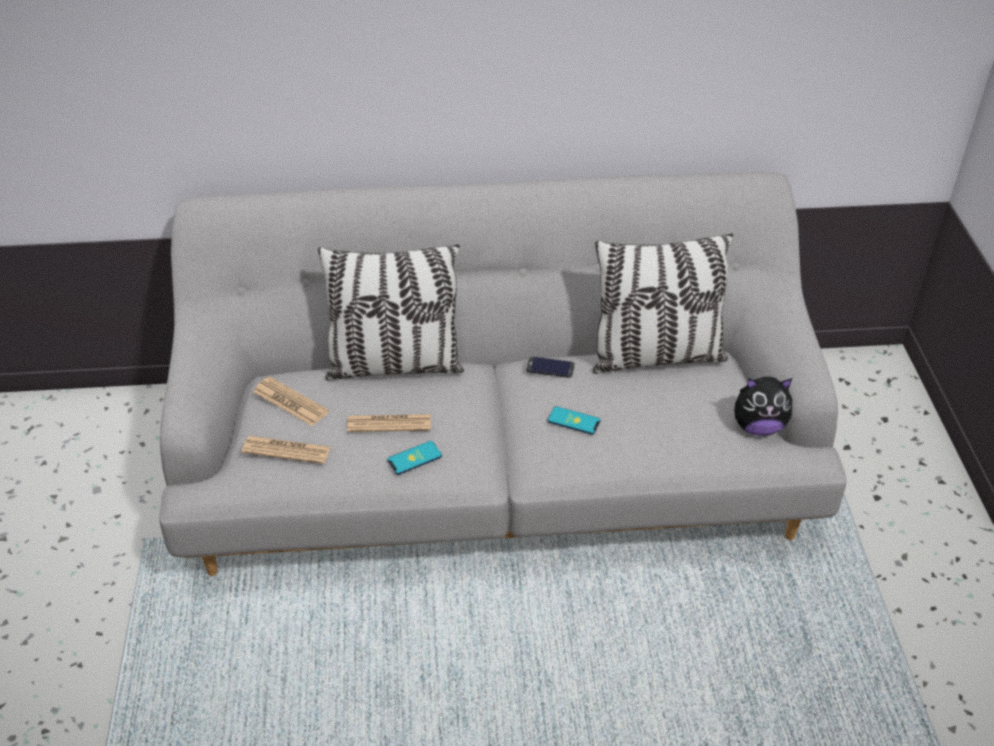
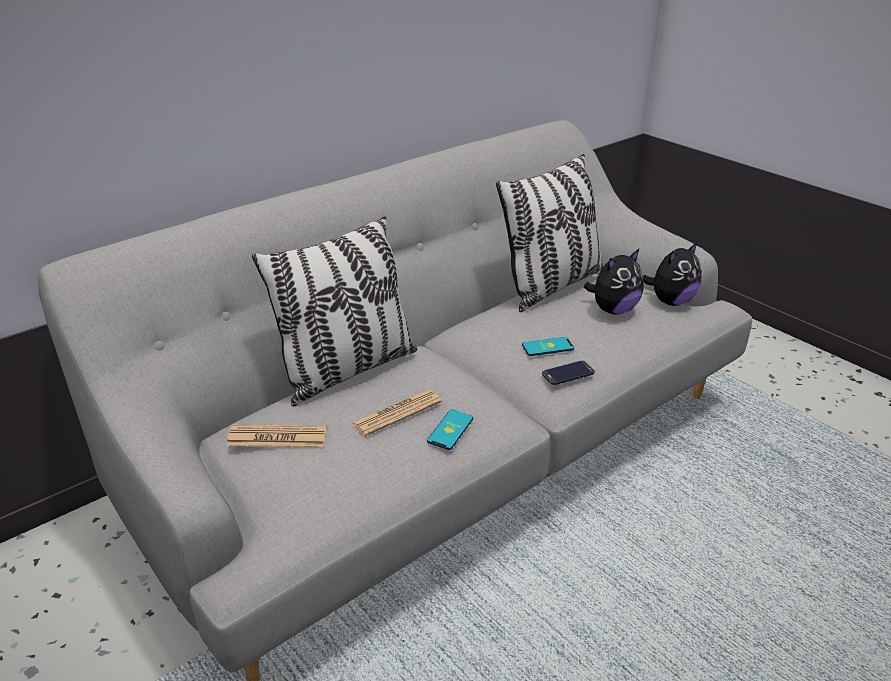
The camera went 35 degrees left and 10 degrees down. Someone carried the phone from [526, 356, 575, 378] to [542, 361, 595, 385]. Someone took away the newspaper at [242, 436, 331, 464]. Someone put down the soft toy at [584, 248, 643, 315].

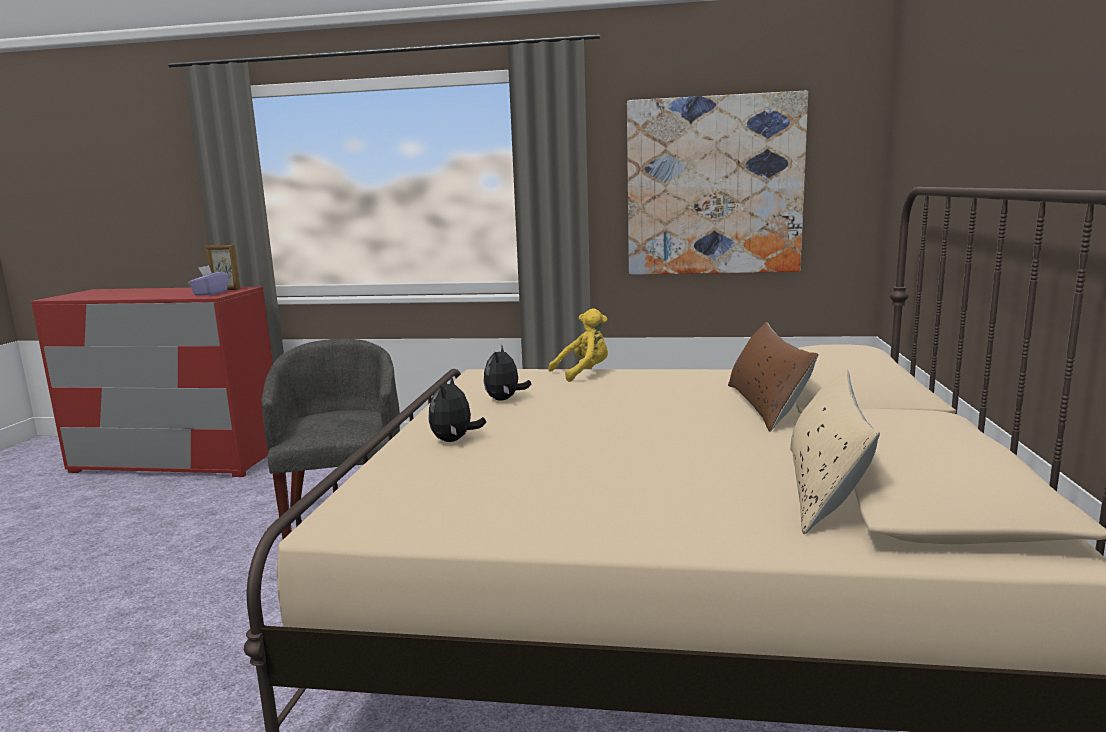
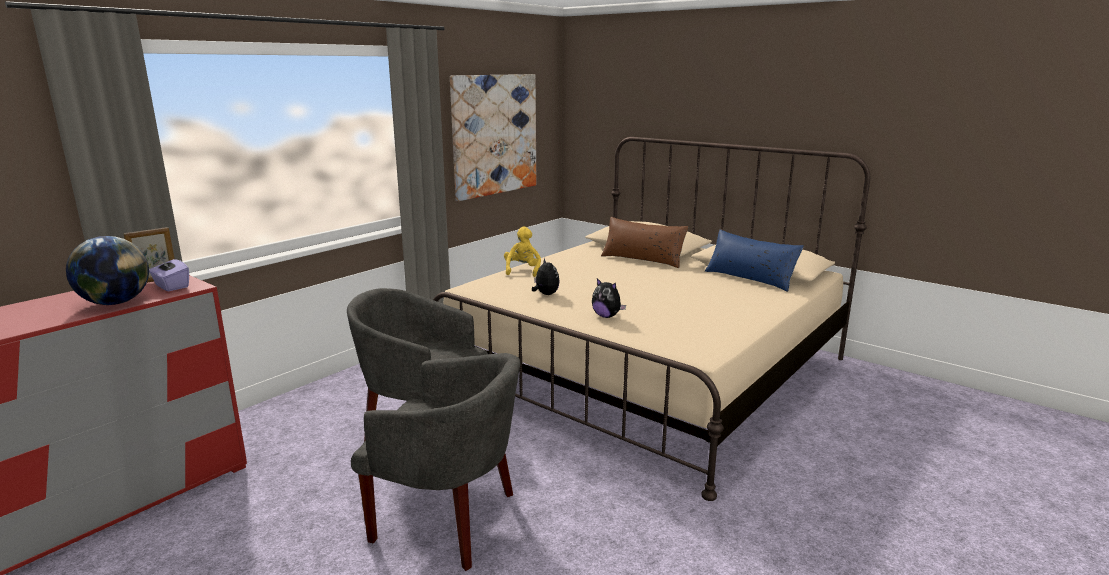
The camera went 60 degrees left and 5 degrees up. Someone rotated the soft toy at [483, 345, 531, 400] by 150 degrees counterclockwise. Someone repainted the cushion (beige-coloured) at [790, 370, 880, 534], which became the cushion (bluish) at [705, 230, 804, 292]. Someone put down the world globe at [66, 236, 149, 305]. Someone put down the easy chair (gray) at [351, 353, 521, 571].

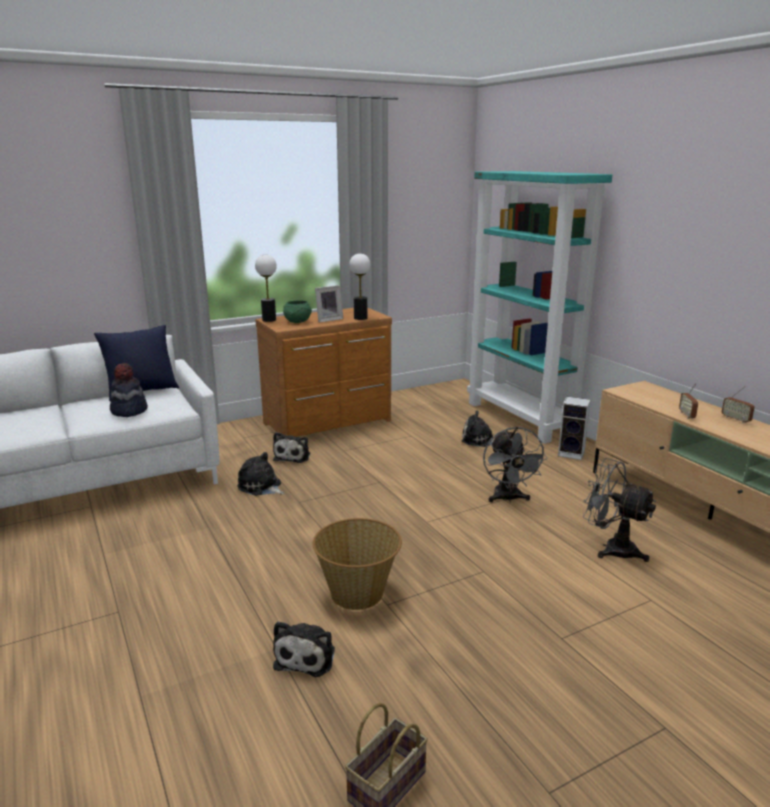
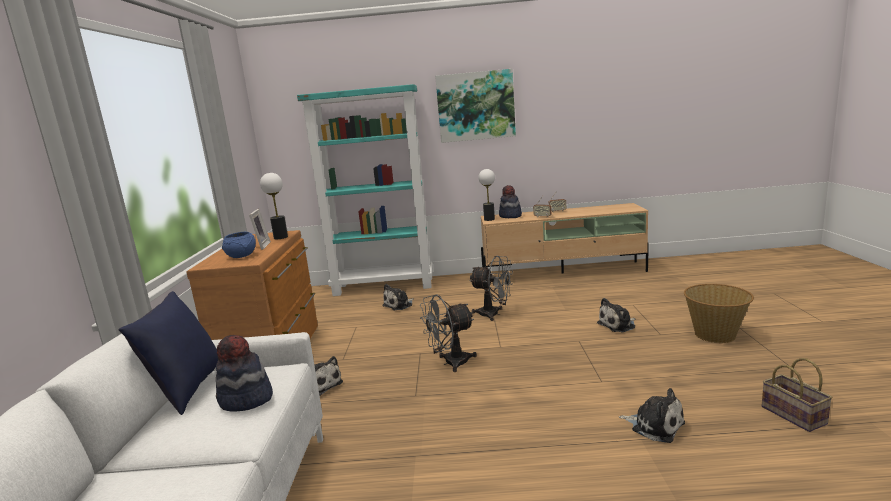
The camera went 60 degrees left and 5 degrees down. Someone carried the tabletop lamp from [255, 255, 277, 322] to [478, 169, 495, 221]. Someone repainted the bowl (green-coloured) at [283, 300, 312, 323], which became the bowl (bluish) at [222, 232, 256, 258]. Someone took away the speaker at [558, 397, 591, 460]. Someone carried the soft toy from [237, 452, 284, 496] to [597, 298, 635, 332]. Someone carried the fan (gray) from [583, 458, 656, 562] to [420, 294, 477, 372]. Someone carried the basket from [313, 518, 402, 610] to [684, 284, 754, 343]. Someone put up the wall picture at [435, 69, 516, 143]. Someone put down the wearable hat at [499, 185, 522, 218].

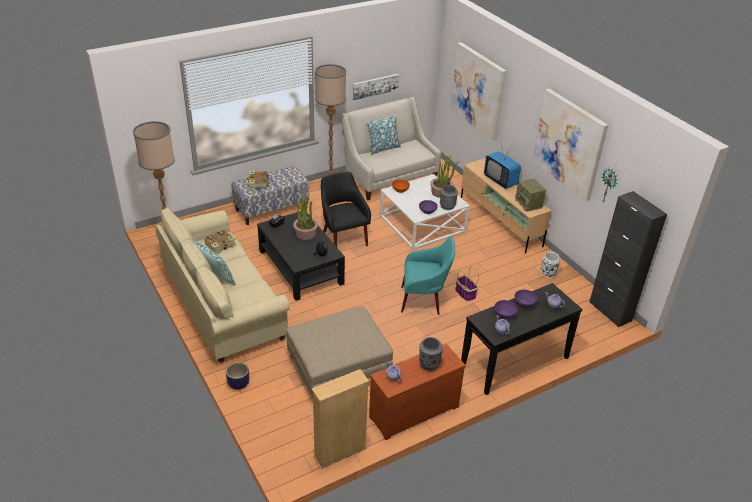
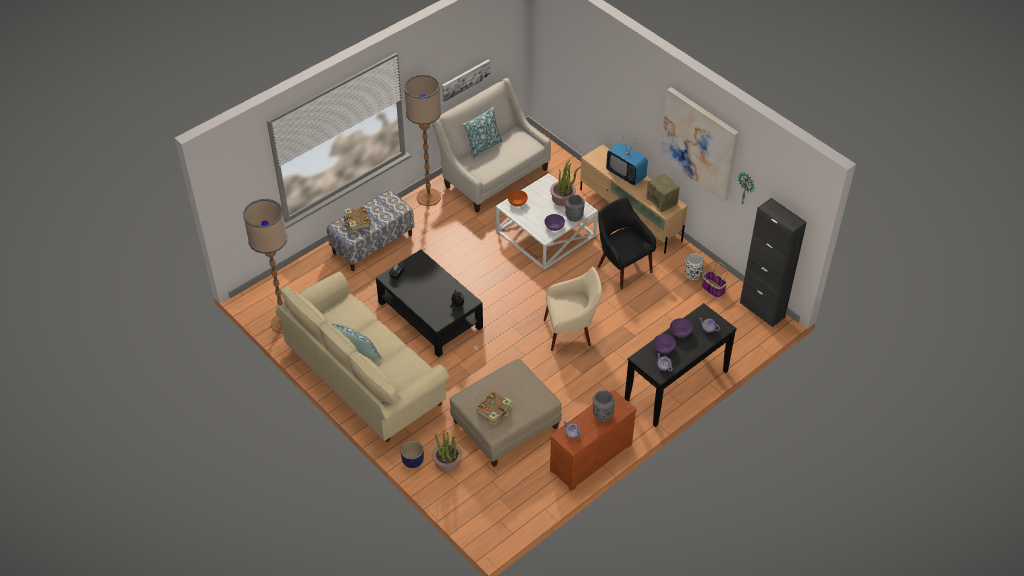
The camera went 10 degrees left and 10 degrees up. Someone took away the wall picture at [451, 42, 506, 141]. Someone carried the easy chair (blackish) from [321, 172, 371, 247] to [598, 197, 656, 290]. Someone carried the houseplant from [293, 197, 318, 240] to [433, 430, 462, 472]. Someone carried the book from [204, 230, 237, 254] to [477, 391, 512, 425]. Someone repainted the easy chair (turquoise-coloured) at [401, 237, 455, 315], which became the easy chair (beige-coloured) at [544, 267, 602, 351]. Someone carried the basket from [455, 266, 479, 301] to [702, 262, 727, 298]. Someone took away the shelving unit (beige-coloured) at [311, 369, 369, 469].

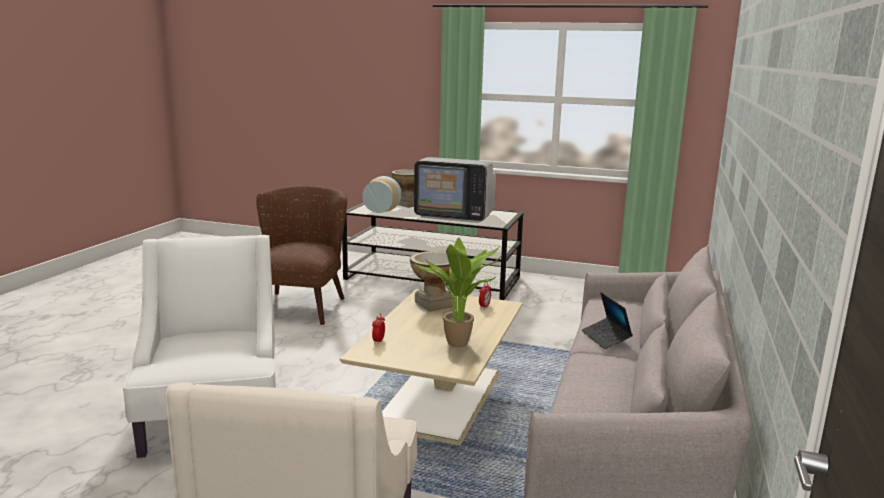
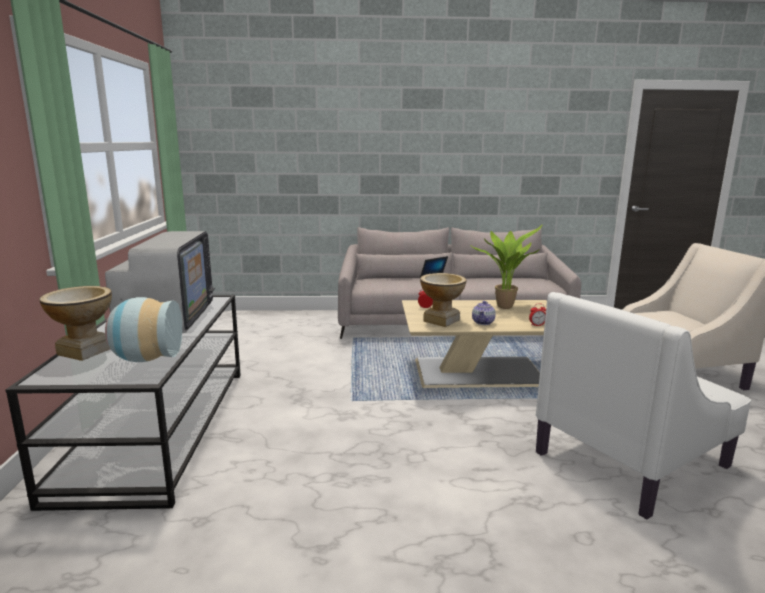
The camera went 110 degrees left and 0 degrees up. Someone took away the easy chair (brownish) at [256, 186, 347, 325]. Someone put down the teapot at [472, 301, 496, 325].

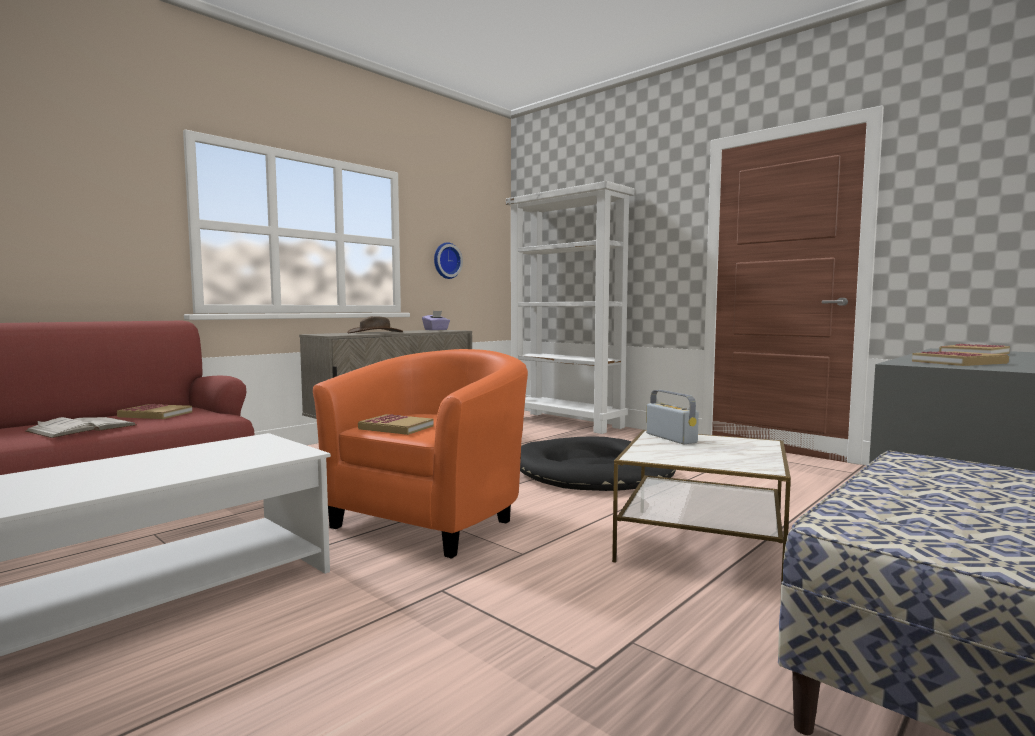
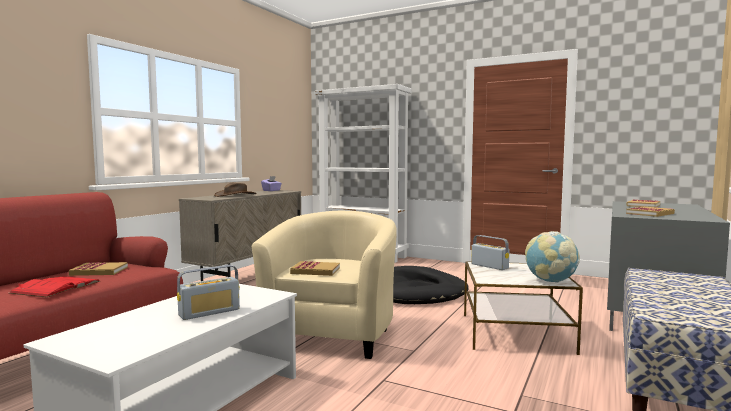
The camera went 15 degrees left and 0 degrees up. Someone took away the hanging clock at [434, 242, 463, 279]. Someone repainted the easy chair (orange) at [313, 349, 528, 559], which became the easy chair (beige-coloured) at [252, 211, 397, 359]. Someone repainted the book (whitish) at [25, 417, 137, 438], which became the book (reddish) at [9, 276, 100, 297]. Someone put down the world globe at [525, 231, 580, 283]. Someone put down the radio at [177, 265, 240, 320].

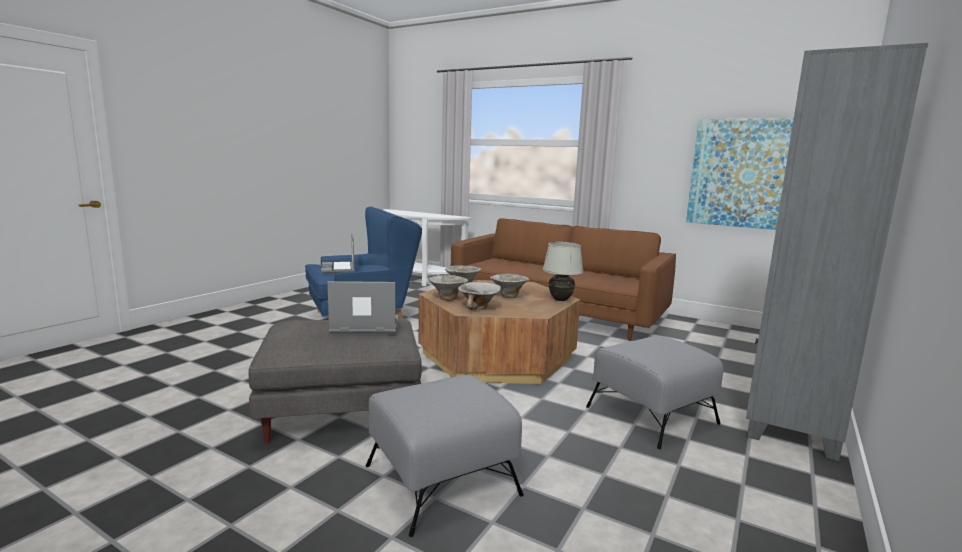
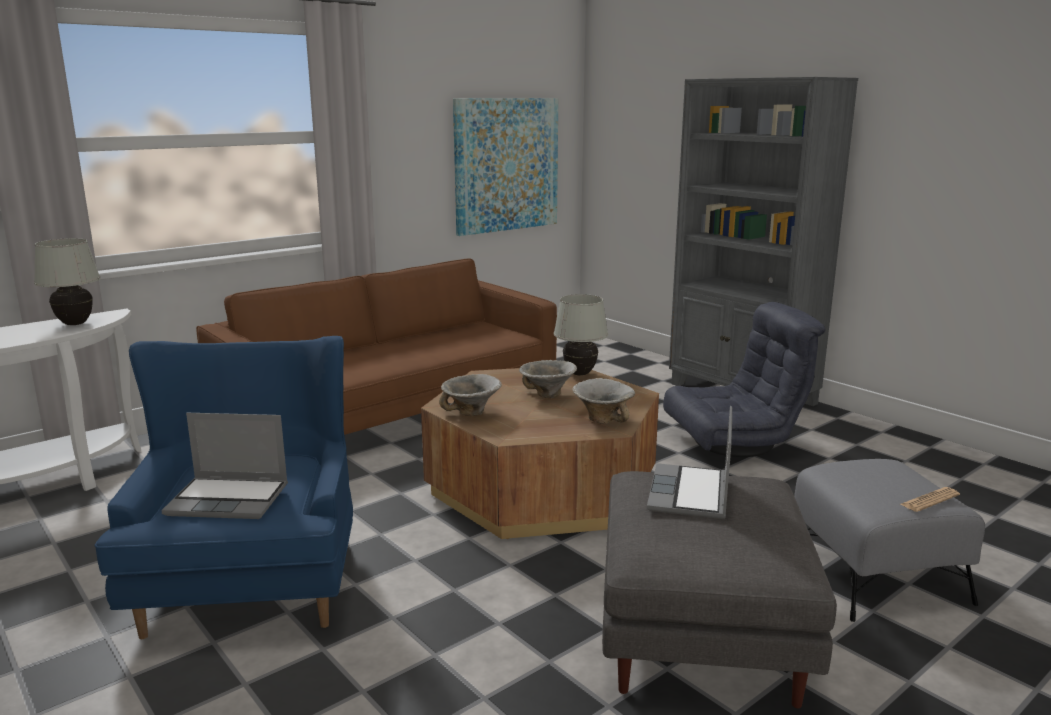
The camera went 70 degrees left and 5 degrees up. Someone took away the bowl at [428, 275, 468, 301]. Someone swapped the pouffe (gray) at [586, 336, 723, 449] for the easy chair (gray) at [663, 302, 826, 457]. Someone put down the tabletop lamp (whitish) at [34, 238, 101, 325]. Someone put down the newspaper at [900, 487, 960, 512].

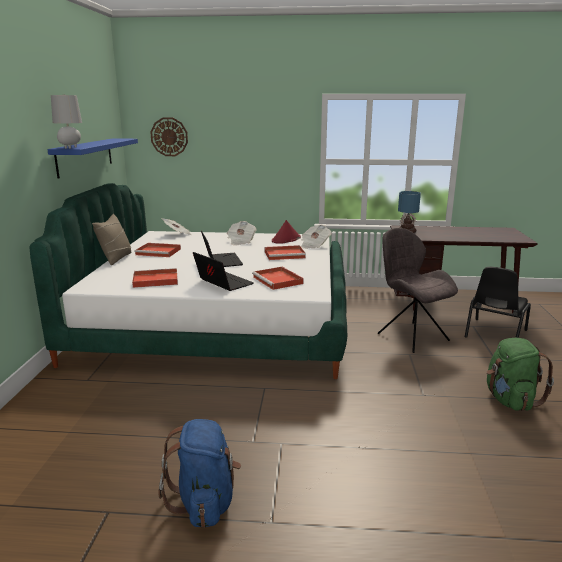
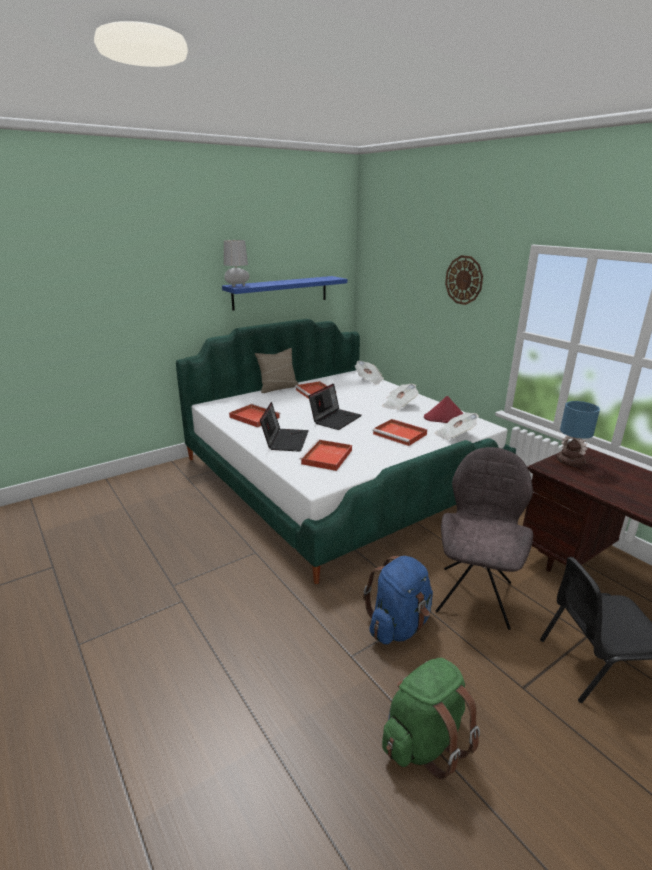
The camera went 50 degrees right and 5 degrees up. Someone carried the hanging clock from [150, 117, 188, 156] to [445, 255, 483, 305]. Someone carried the knapsack (bluish) from [158, 419, 241, 528] to [363, 556, 433, 644].

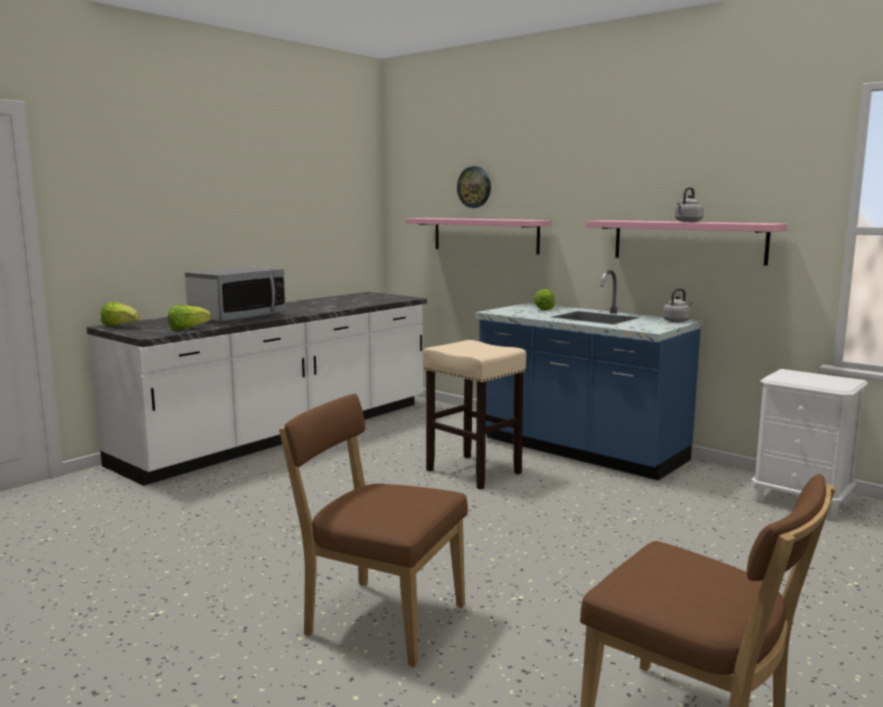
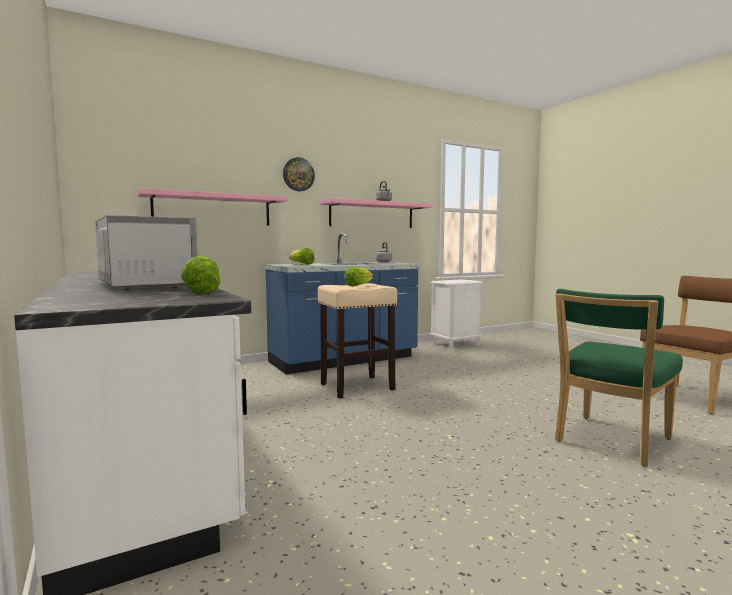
The camera went 70 degrees left and 5 degrees down. Someone carried the hanging clock from [457, 166, 491, 208] to [283, 157, 315, 192]. Someone carried the head of lettuce from [101, 302, 140, 326] to [344, 266, 373, 287]. Someone repainted the plain chair (brownish) at [279, 394, 468, 667], which became the plain chair (green-coloured) at [555, 289, 683, 467].

